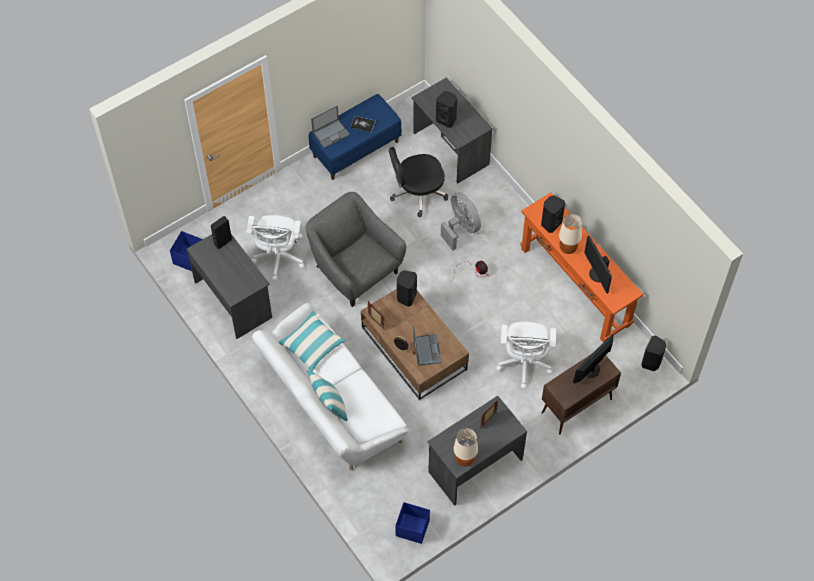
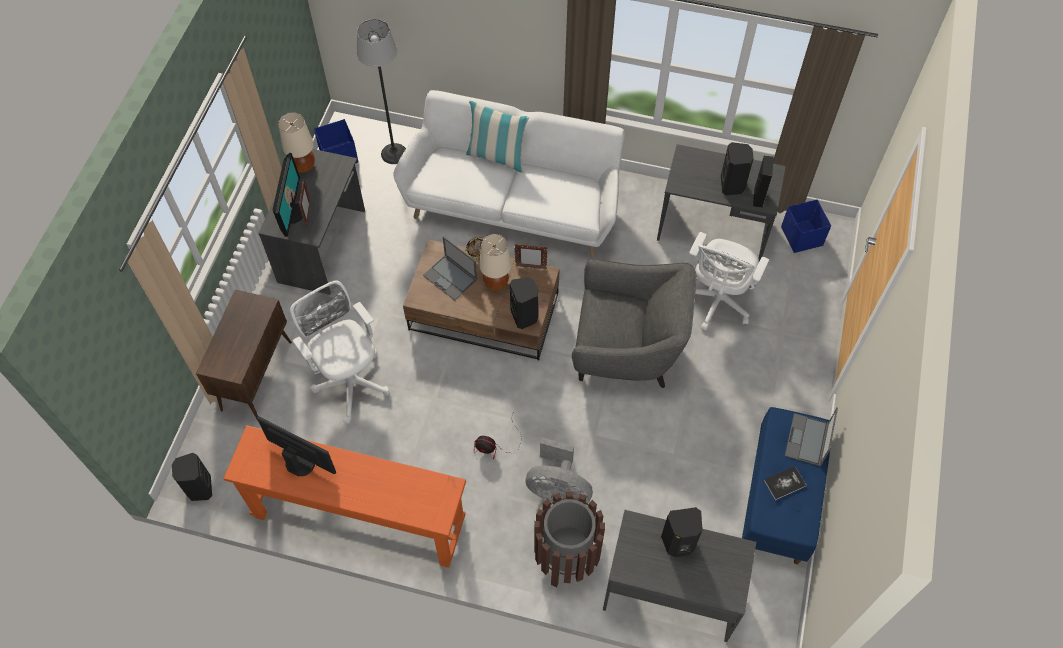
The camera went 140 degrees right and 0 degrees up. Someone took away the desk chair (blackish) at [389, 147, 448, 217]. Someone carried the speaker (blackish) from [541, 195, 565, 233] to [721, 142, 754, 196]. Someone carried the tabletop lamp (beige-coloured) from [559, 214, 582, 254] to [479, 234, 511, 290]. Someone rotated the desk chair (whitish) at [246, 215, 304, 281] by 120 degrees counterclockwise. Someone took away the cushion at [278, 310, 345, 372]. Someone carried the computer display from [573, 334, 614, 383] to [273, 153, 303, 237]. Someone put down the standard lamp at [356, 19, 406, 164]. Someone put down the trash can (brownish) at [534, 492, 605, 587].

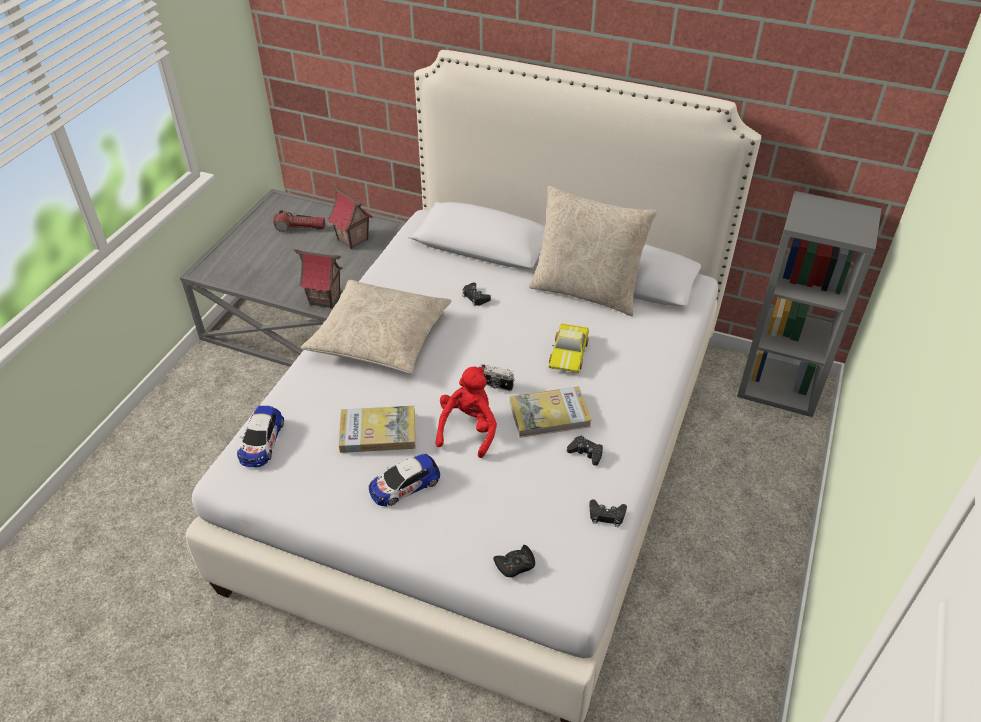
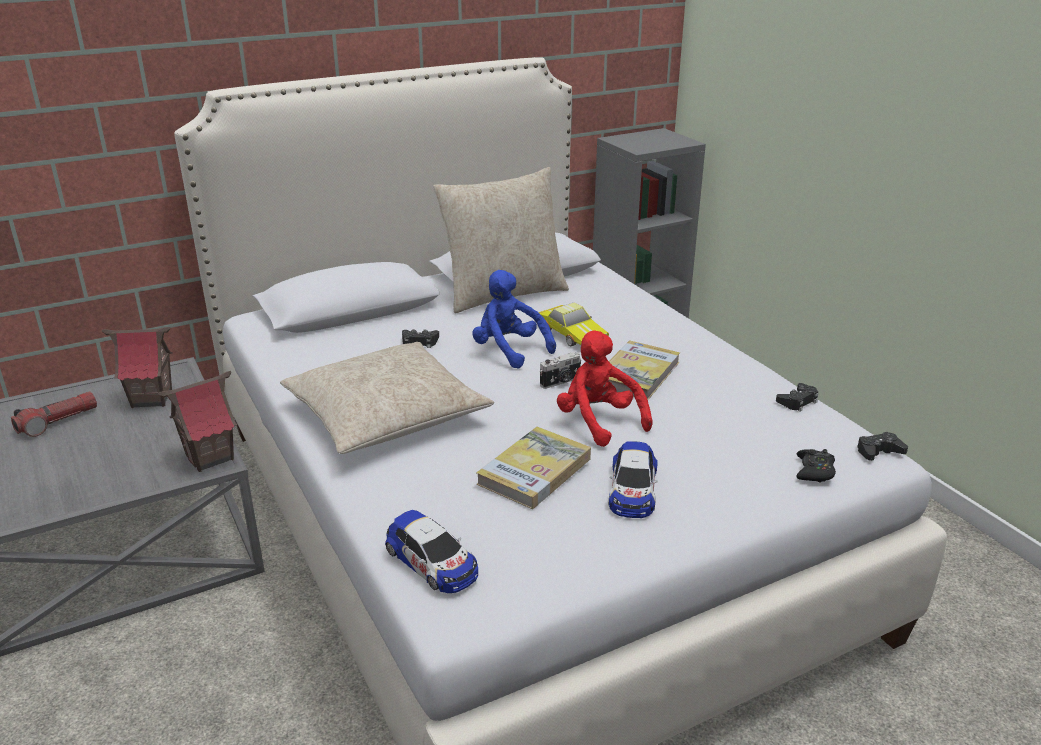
The camera went 50 degrees left and 15 degrees down. Someone carried the game controller (blackish) from [567, 436, 603, 466] to [857, 432, 908, 461]. Someone put down the soft toy (bluish) at [472, 270, 556, 369].

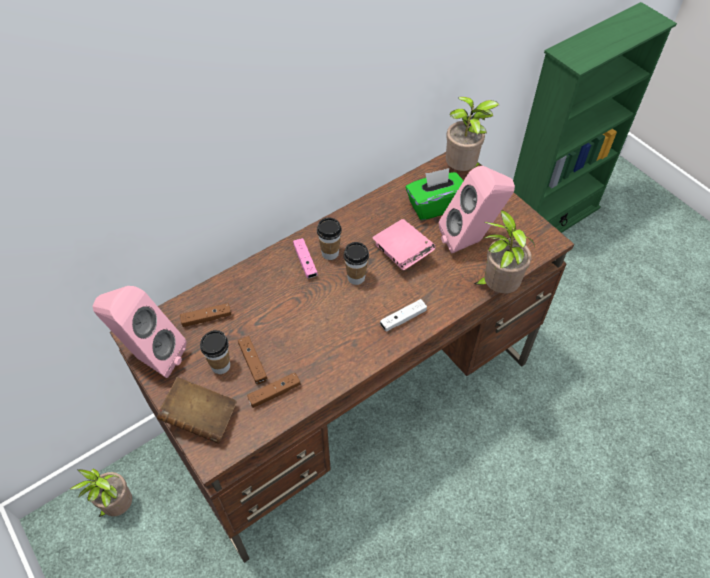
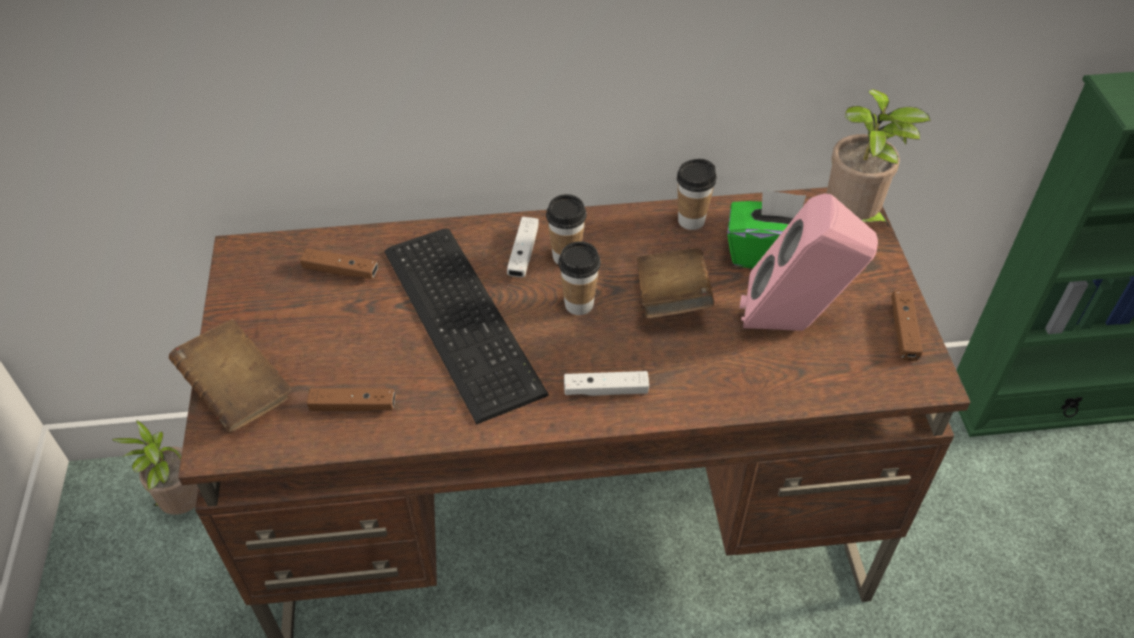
The camera went 30 degrees right and 5 degrees down. Someone took away the houseplant at [474, 210, 535, 293]. Someone repainted the book (pinkish) at [372, 219, 435, 270], which became the book (brownish) at [637, 248, 714, 319]. Someone repainted the game controller (pinkish) at [293, 238, 318, 278], which became the game controller (whitish) at [507, 217, 539, 277]. Someone took away the speaker (pinkish) at [93, 286, 186, 378]. Someone carried the drinking cup from [200, 330, 230, 374] to [677, 159, 717, 230]. Someone carried the game controller (brownish) from [238, 336, 267, 384] to [891, 291, 923, 361]. Someone put down the keyboard at [384, 228, 549, 424].

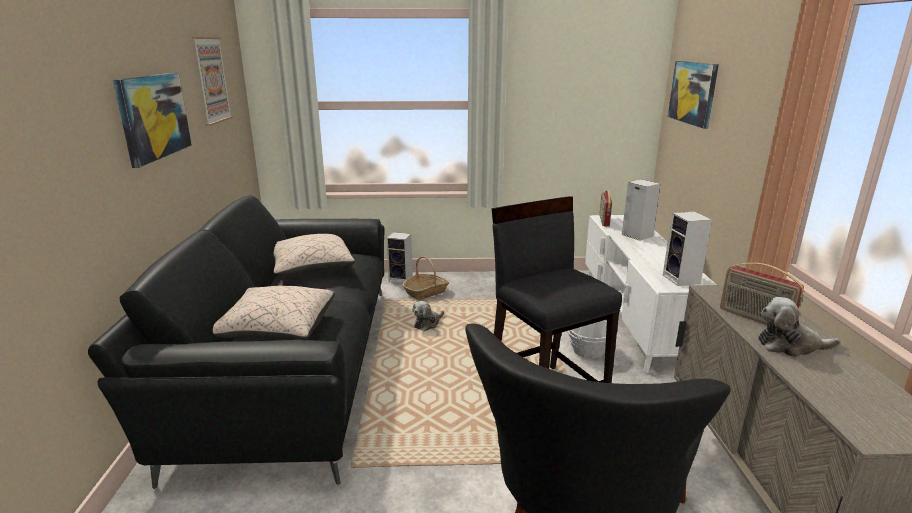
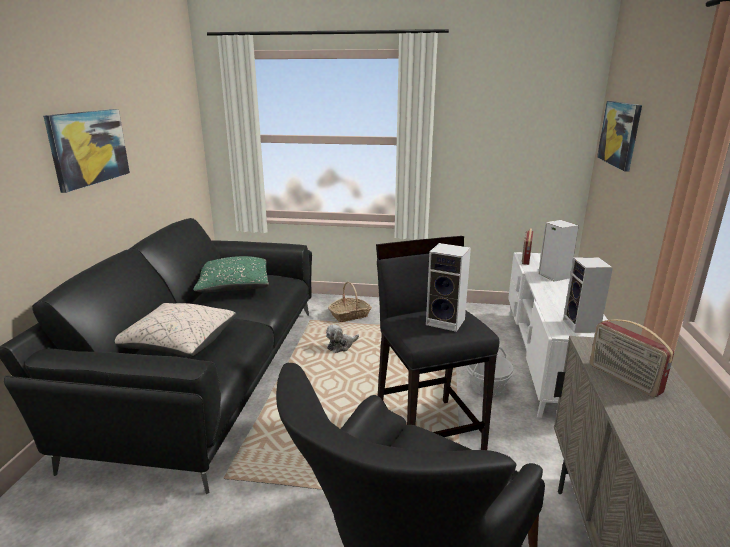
The camera went 10 degrees right and 0 degrees up. Someone took away the wall picture at [192, 37, 233, 126]. Someone carried the speaker from [386, 232, 413, 284] to [426, 243, 471, 332]. Someone repainted the cushion (beige-coloured) at [273, 234, 355, 275], which became the cushion (green-coloured) at [193, 256, 269, 293]. Someone took away the soft toy at [758, 297, 841, 357].

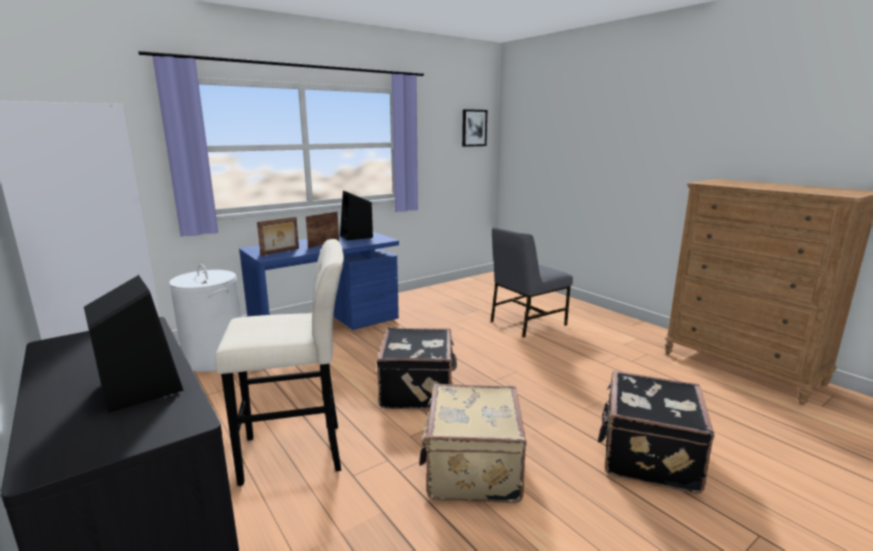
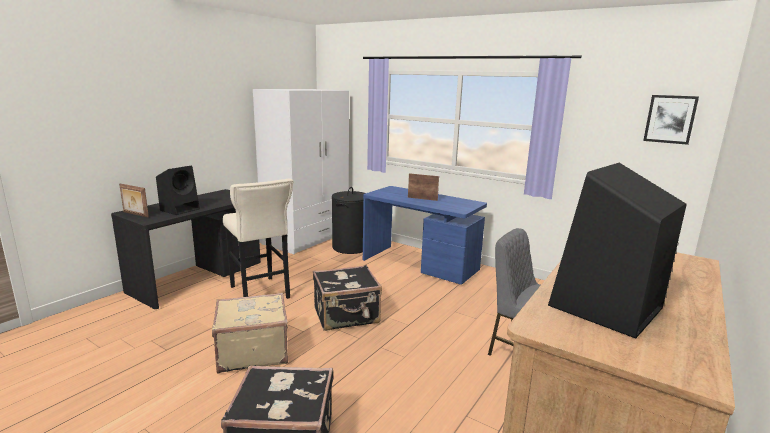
The camera went 70 degrees right and 0 degrees up. Someone carried the speaker (blackish) from [340, 190, 373, 240] to [548, 163, 686, 339]. Someone carried the photo frame from [257, 217, 299, 255] to [119, 184, 149, 218]. Someone repainted the hamper (whitish) at [169, 264, 241, 372], which became the hamper (blackish) at [332, 187, 365, 254].

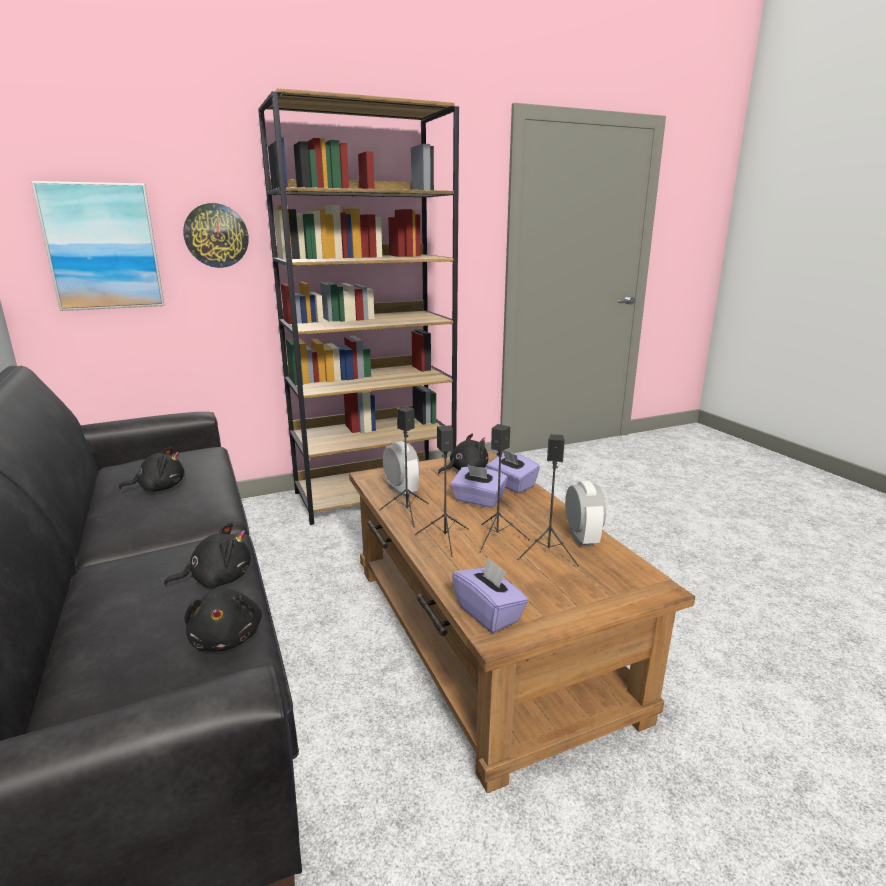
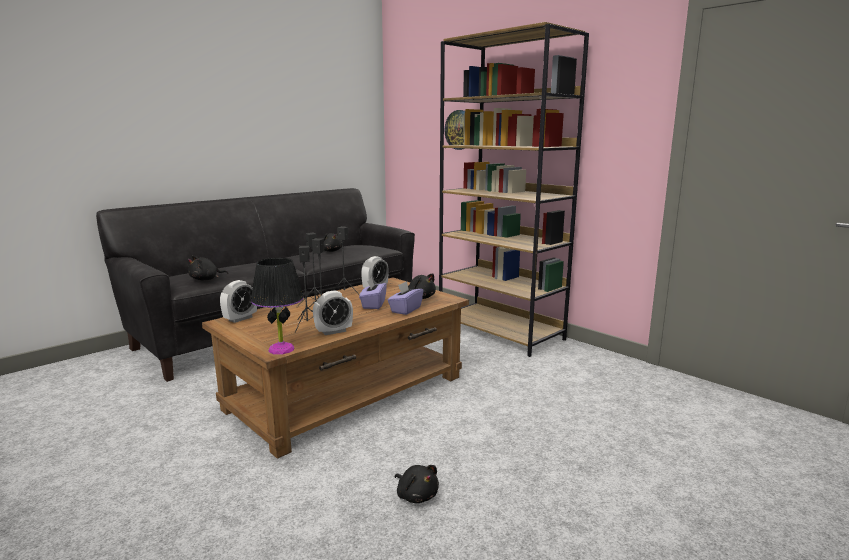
The camera went 70 degrees right and 5 degrees down. Someone took away the wall picture at [31, 181, 165, 311]. Someone carried the soft toy (blackish) from [164, 522, 251, 589] to [395, 465, 439, 503]. Someone swapped the tissue box (purple) at [452, 558, 529, 633] for the alarm clock at [220, 280, 257, 323]. Someone put down the tabletop lamp (blackish) at [251, 258, 304, 355].

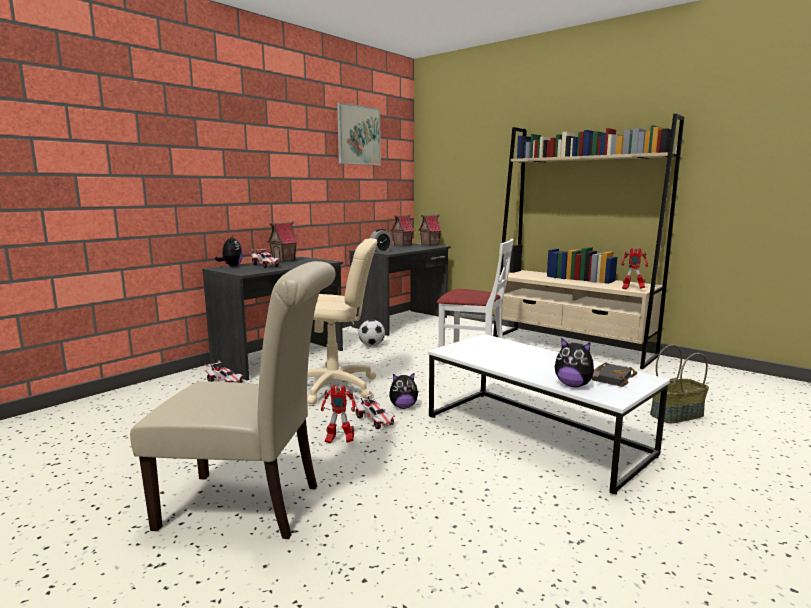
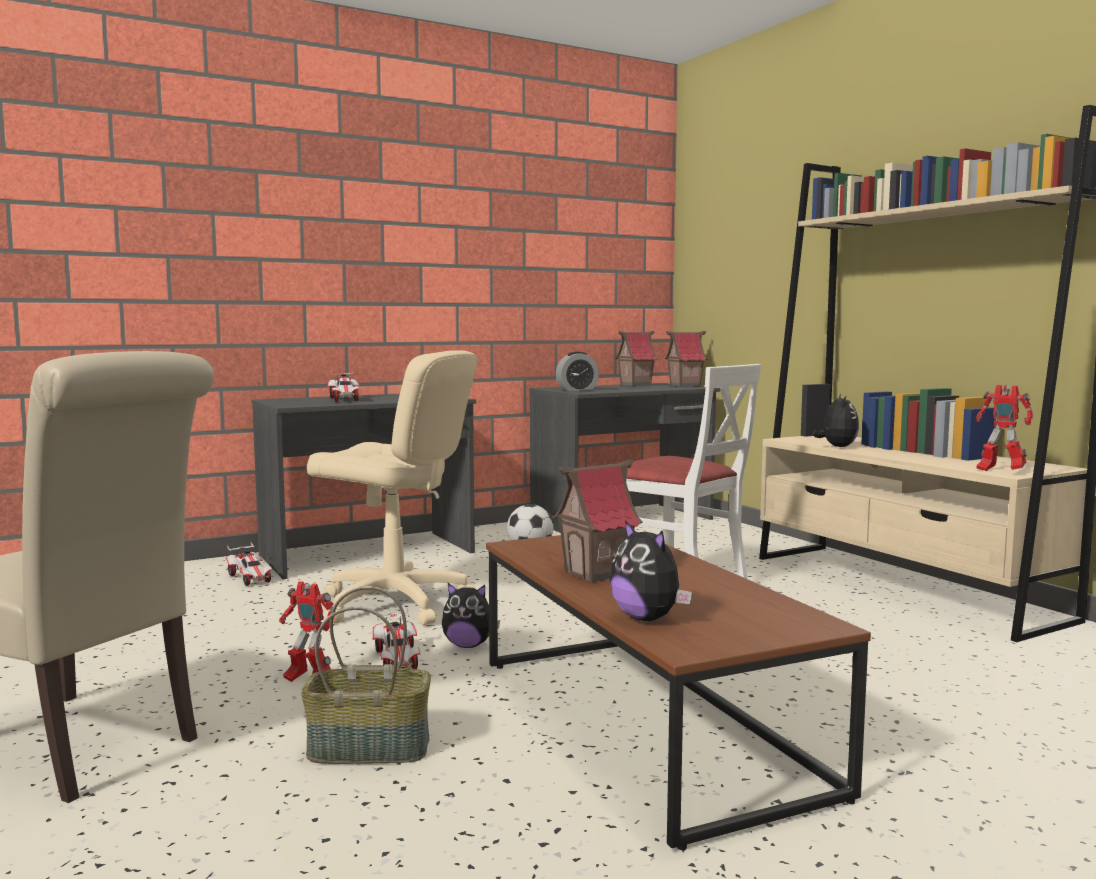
The camera went 20 degrees right and 5 degrees down. Someone took away the wall picture at [337, 102, 381, 165]. Someone carried the miniature house from [267, 221, 299, 263] to [552, 460, 643, 583]. Someone carried the soft toy from [215, 236, 243, 266] to [813, 394, 859, 447]. Someone repainted the low table (whitish) at [428, 334, 670, 494], which became the low table (brownish) at [486, 531, 871, 850]. Someone carried the basket from [650, 345, 709, 423] to [301, 586, 431, 764]. Someone took away the book (blackish) at [592, 362, 637, 387].

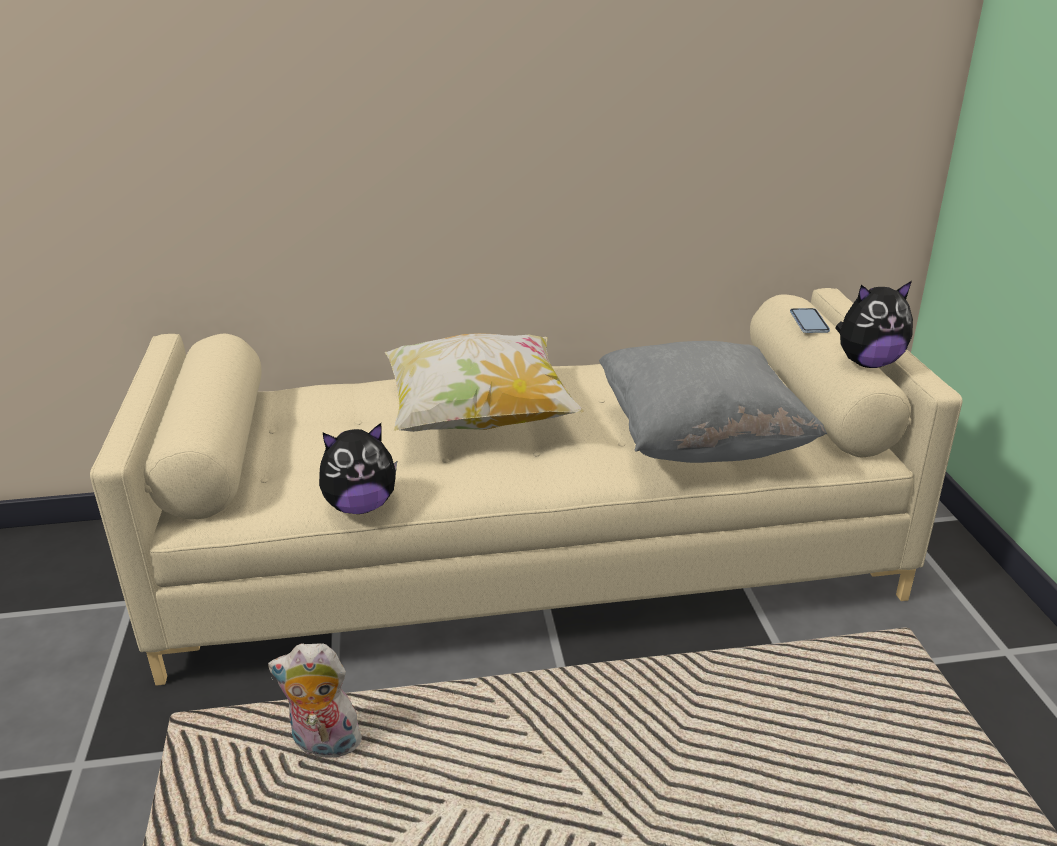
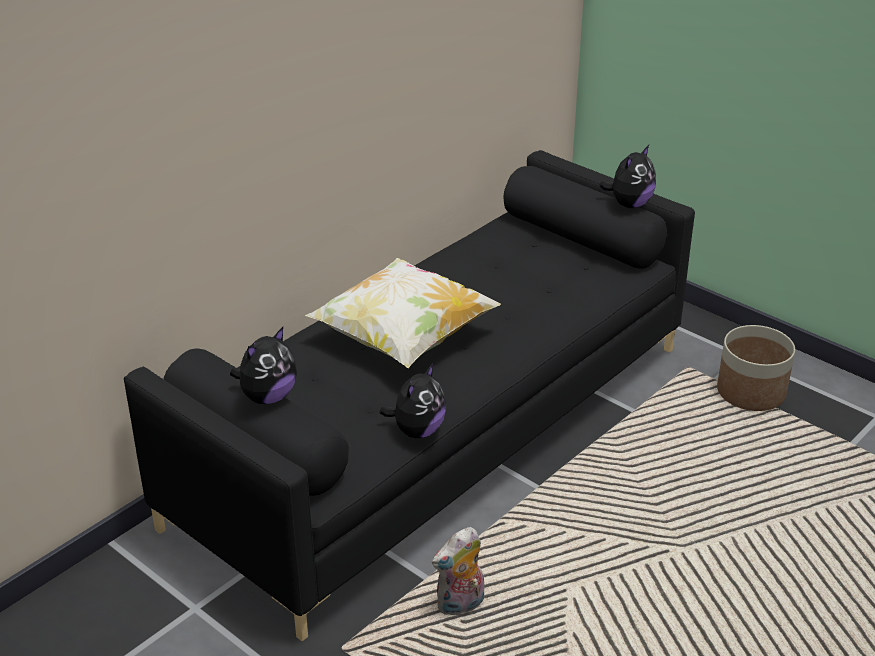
The camera went 40 degrees left and 5 degrees up. Someone repainted the couch (beige-coloured) at [90, 288, 962, 686], which became the couch (blackish) at [124, 150, 695, 641]. Someone took away the phone at [790, 308, 830, 333]. Someone took away the cushion (gray) at [599, 341, 827, 463]. Someone put down the planter at [717, 325, 795, 411]. Someone put down the soft toy at [230, 327, 297, 404].

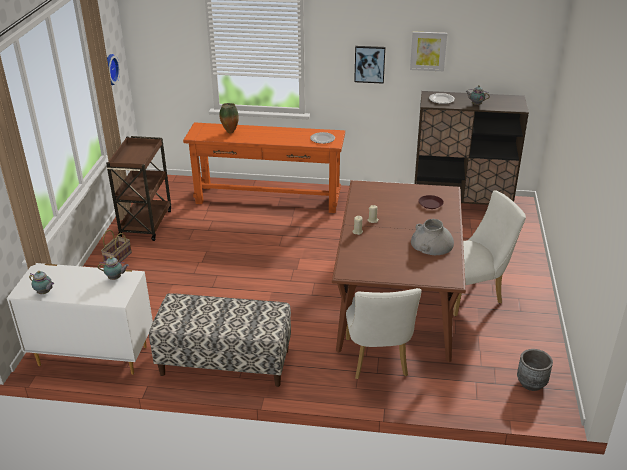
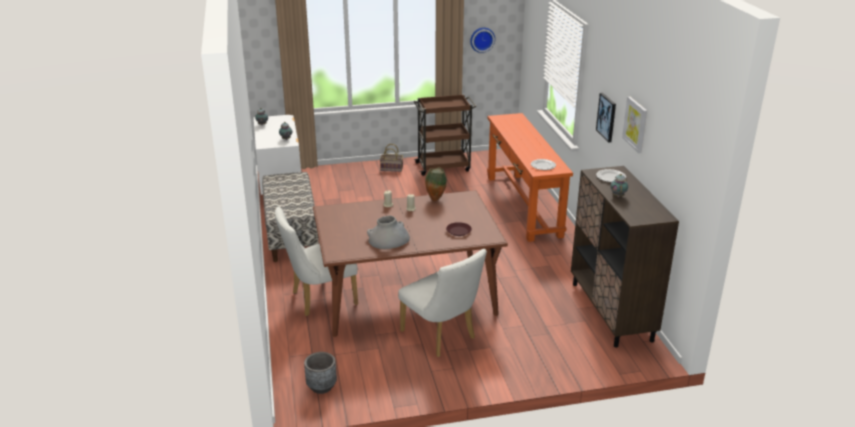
The camera went 70 degrees right and 5 degrees down. Someone carried the flower vase from [219, 103, 239, 134] to [425, 167, 447, 201].

